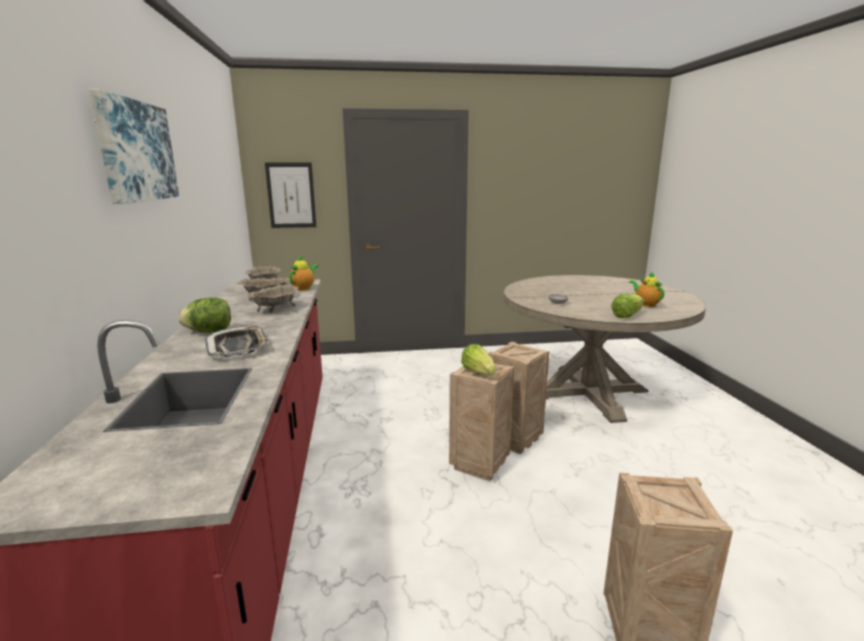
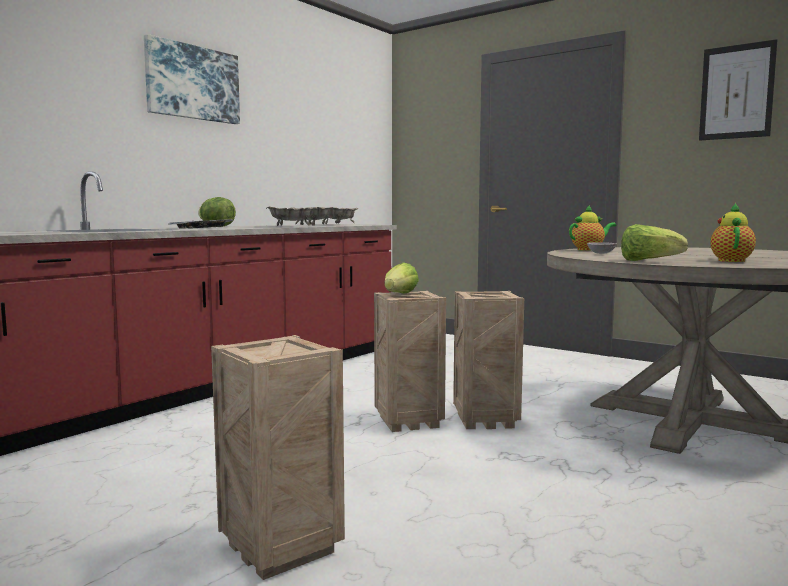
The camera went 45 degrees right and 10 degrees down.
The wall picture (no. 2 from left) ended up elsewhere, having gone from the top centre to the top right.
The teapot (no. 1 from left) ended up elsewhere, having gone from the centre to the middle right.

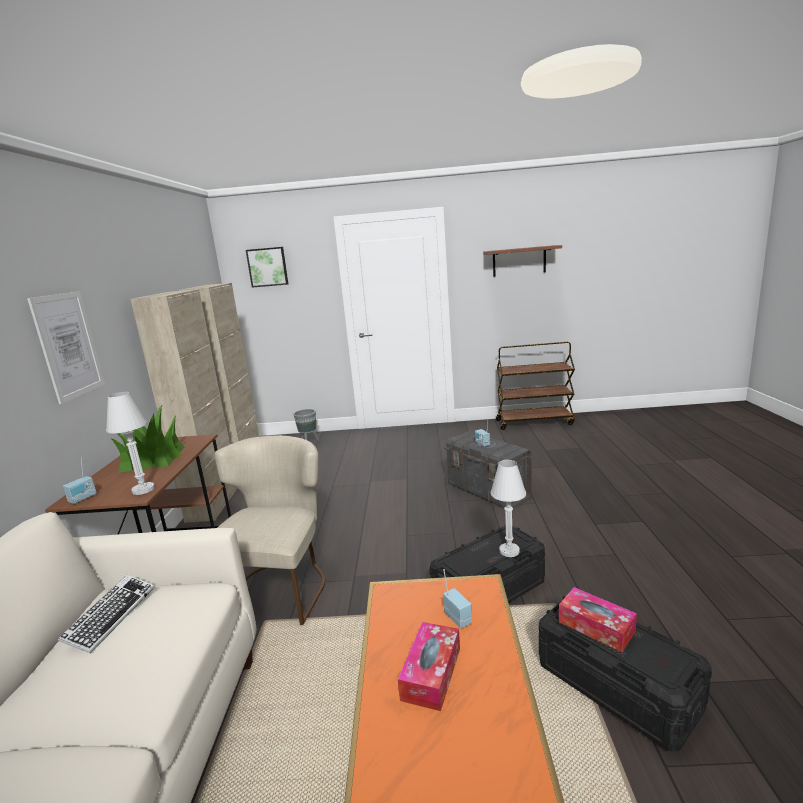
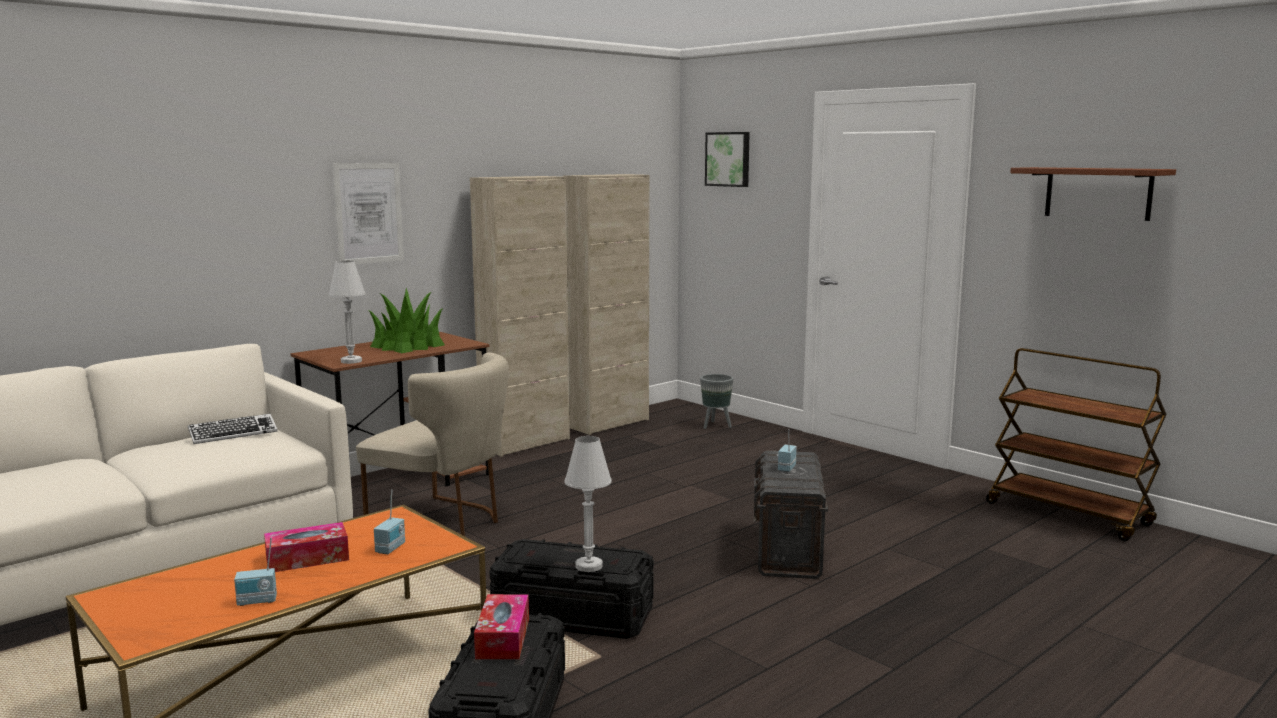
The camera went 45 degrees right and 5 degrees down.
The radio (no. 1 from left) ended up elsewhere, having gone from the middle left to the bottom left.
The beige plain chair at the centre ended up facing another way, 60 degrees clockwise from before.

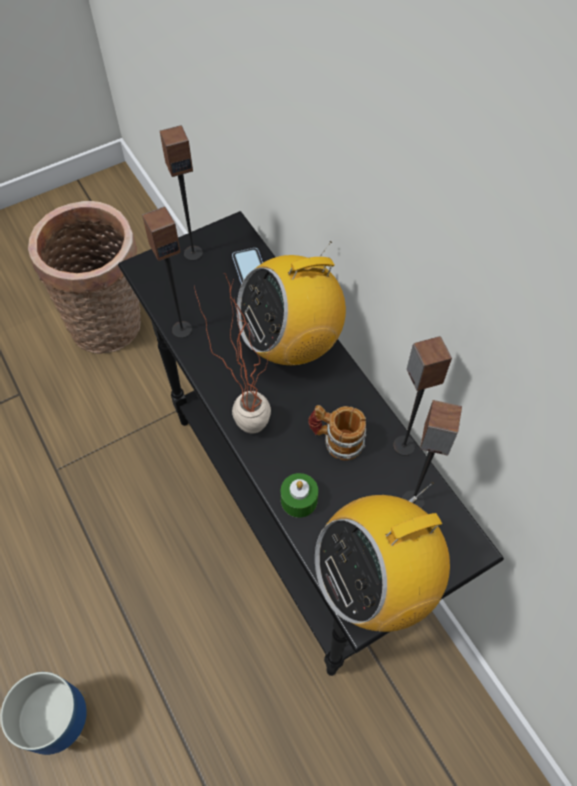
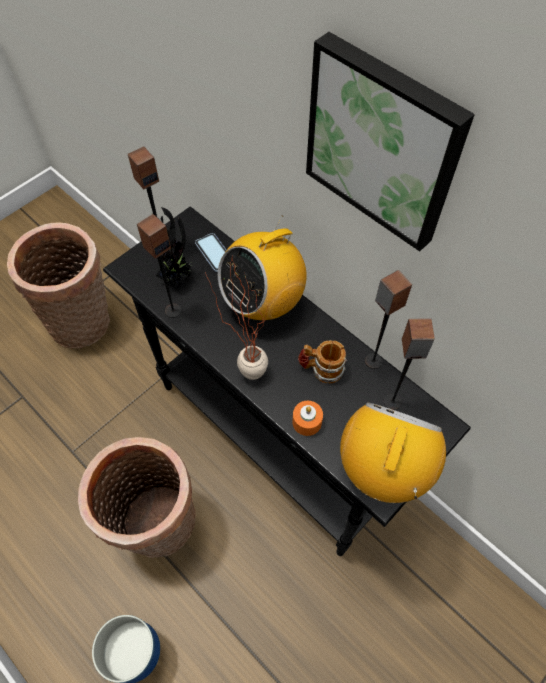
The camera went 15 degrees left and 0 degrees up.
What was the green wax light at the centre turned into the orange-coloured wax light at the centre.
The radio (no. 2 from left) at the bottom centre ended up facing another way, 150 degrees clockwise from before.
The second view gained the basket (no. 2 from left) at the bottom left.
The second view gained the houseplant (no. 1 from left) at the middle left.
The second view gained the wall picture at the top right.

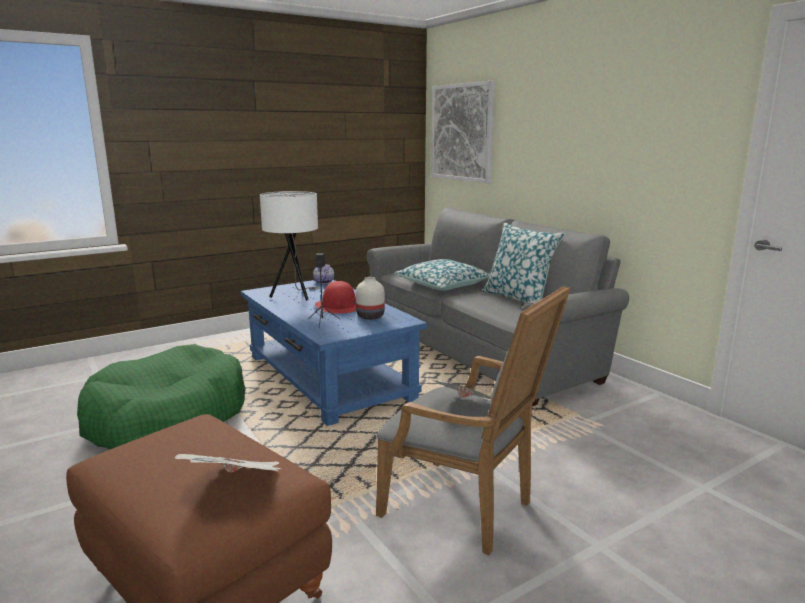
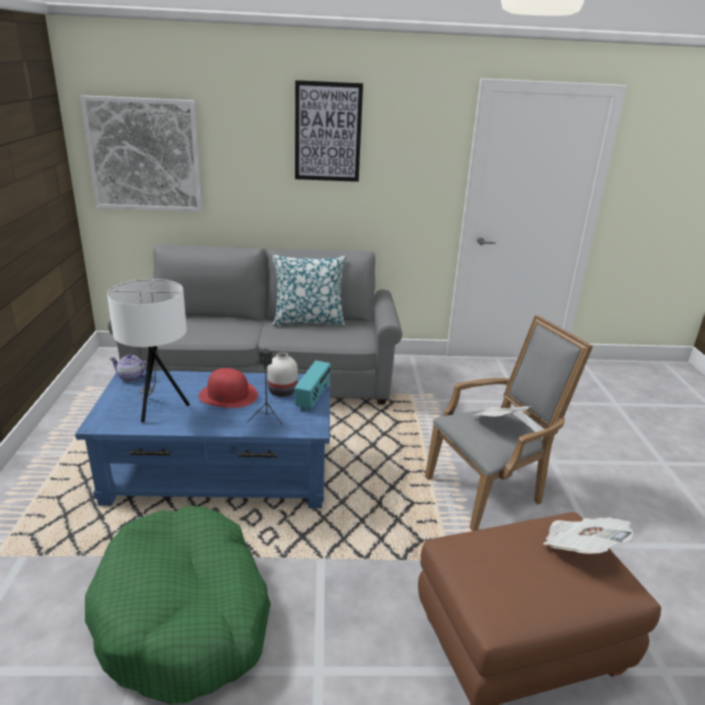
The camera went 60 degrees left and 10 degrees up.
The second view lost the throw pillow (no. 1 from left) at the centre.
The second view gained the radio at the centre.
The second view gained the wall picture (no. 2 from left) at the top centre.

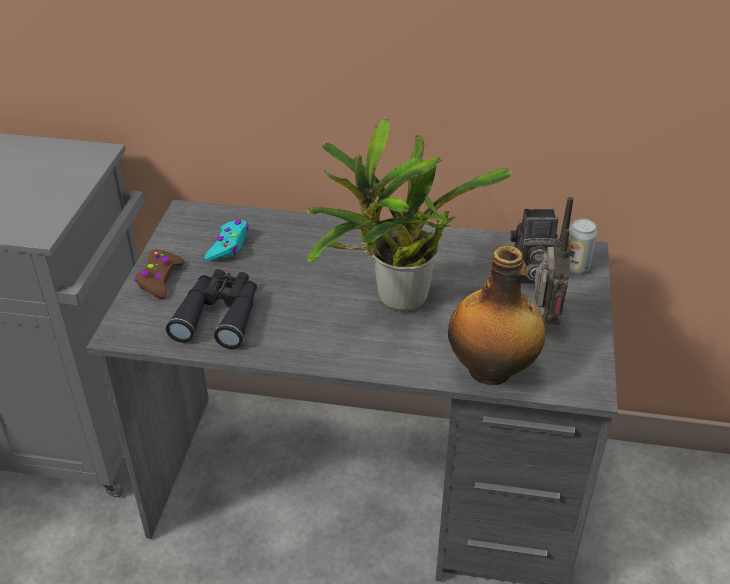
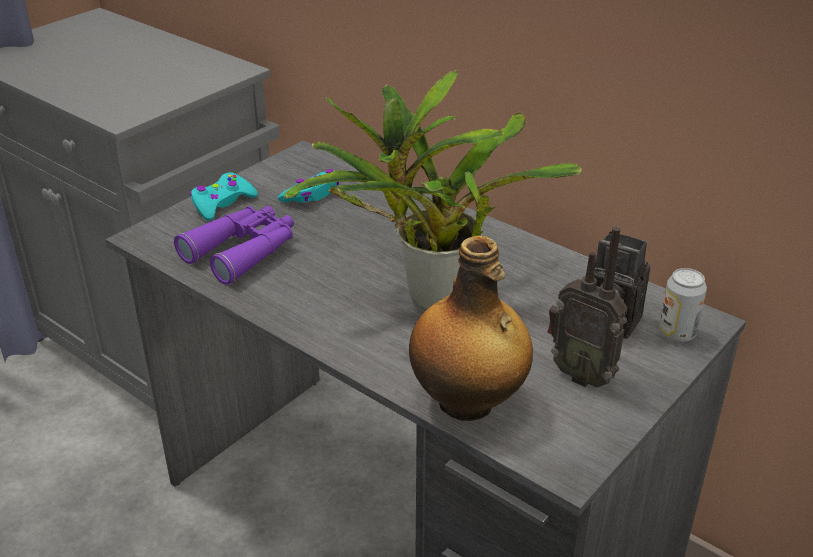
The camera went 30 degrees right and 5 degrees down.
What was the brown gamepad at the middle left turned into the turquoise-coloured gamepad (no. 1 from left) at the middle left.
What was the black field glasses at the middle left turned into the purple-coloured field glasses at the middle left.
The radio at the middle right ended up facing another way, 90 degrees clockwise from before.

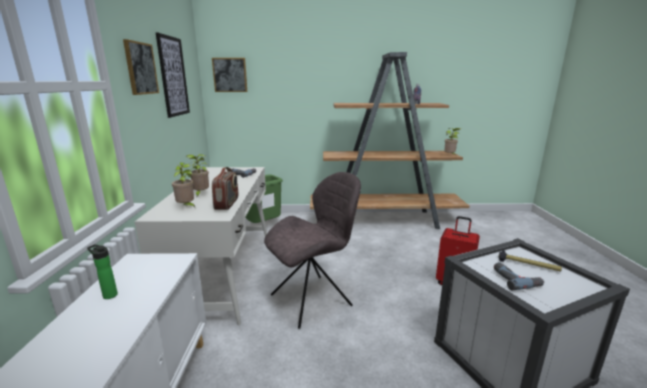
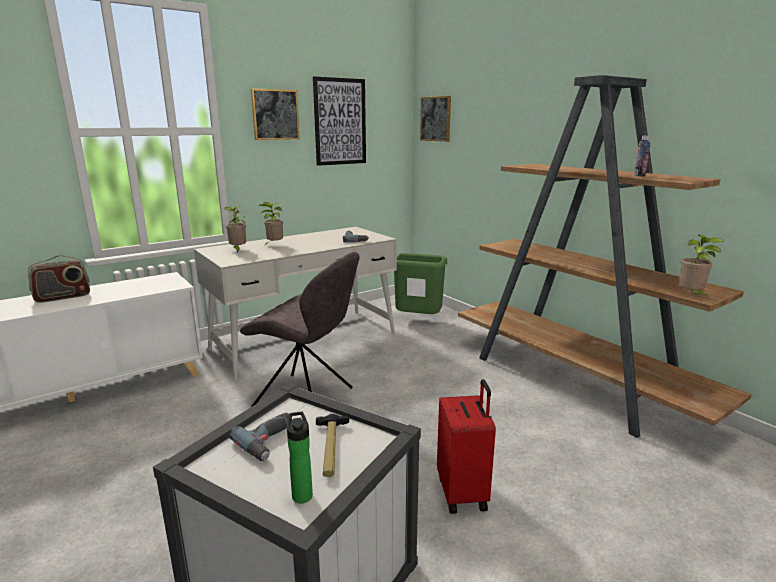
The camera went 55 degrees right and 0 degrees up.
The drink bottle (no. 1 from left) ended up elsewhere, having gone from the bottom left to the bottom centre.
The radio ended up elsewhere, having gone from the centre to the middle left.

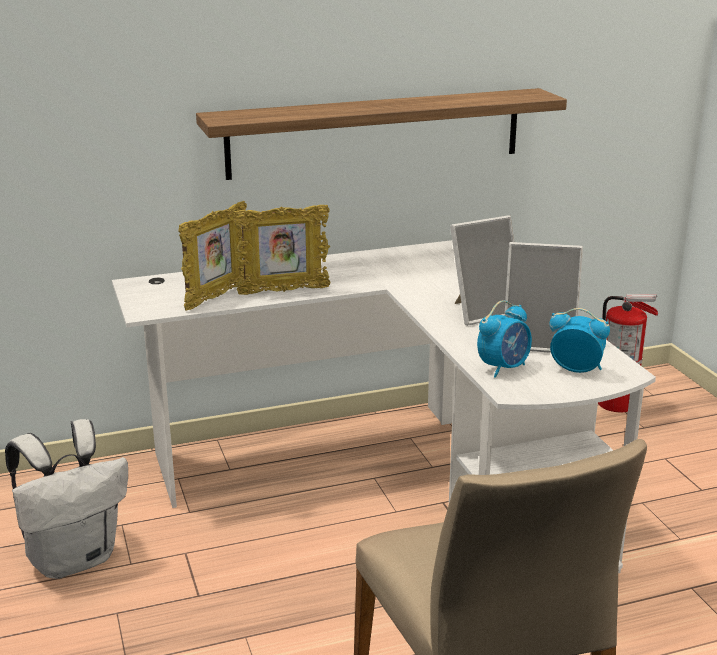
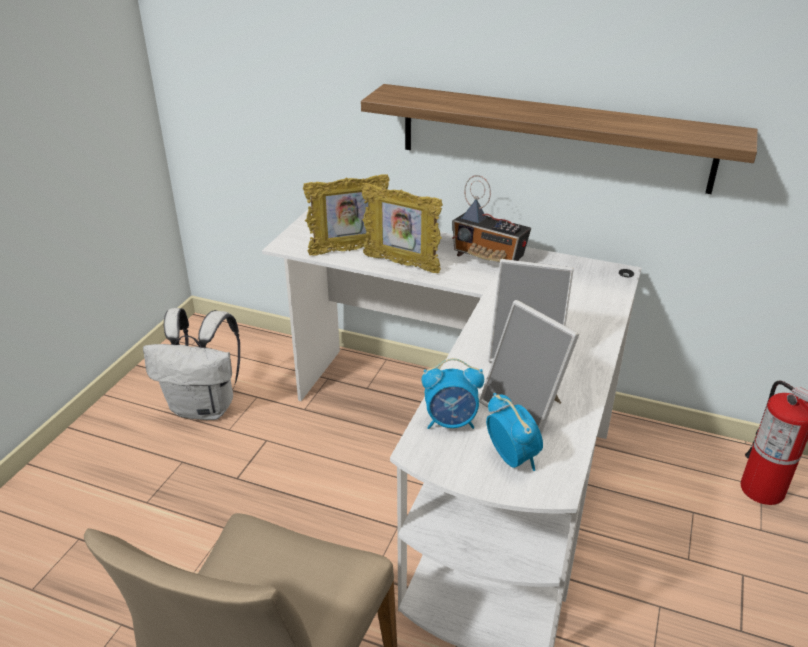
The camera went 40 degrees right and 10 degrees up.
The second view gained the radio at the centre.

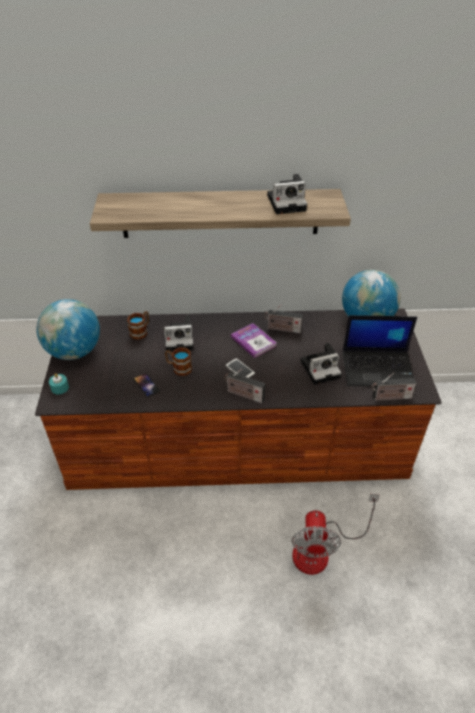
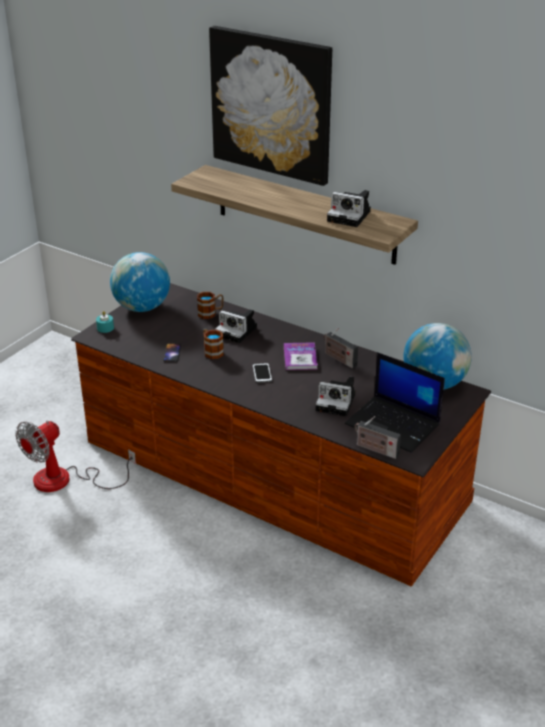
The camera went 35 degrees right and 10 degrees down.
The second view lost the radio (no. 1 from left) at the centre.
The electric fan ended up elsewhere, having gone from the bottom right to the middle left.
The second view gained the wall picture at the top centre.

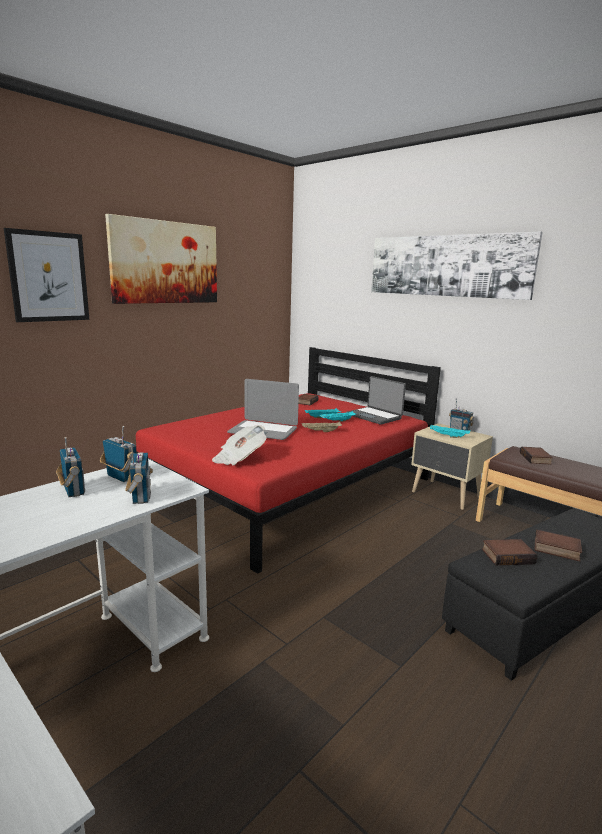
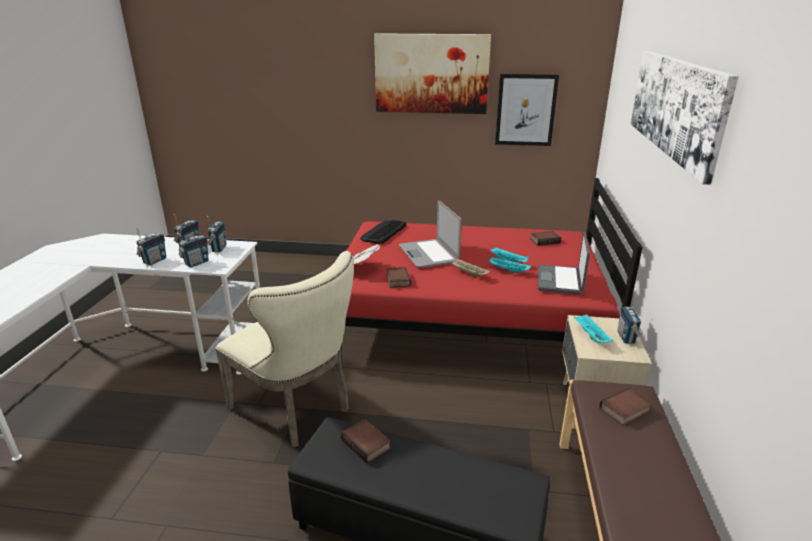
The camera went 55 degrees right and 10 degrees up.
The wall picture (no. 1 from left in the first image) ended up elsewhere, having gone from the top left to the top centre.
The volume (no. 4 from left in the first image) ended up elsewhere, having gone from the middle right to the centre.
The second view gained the radio (no. 1 from left) at the middle left.
The second view gained the beige plain chair at the centre.
The second view gained the keyboard at the centre.

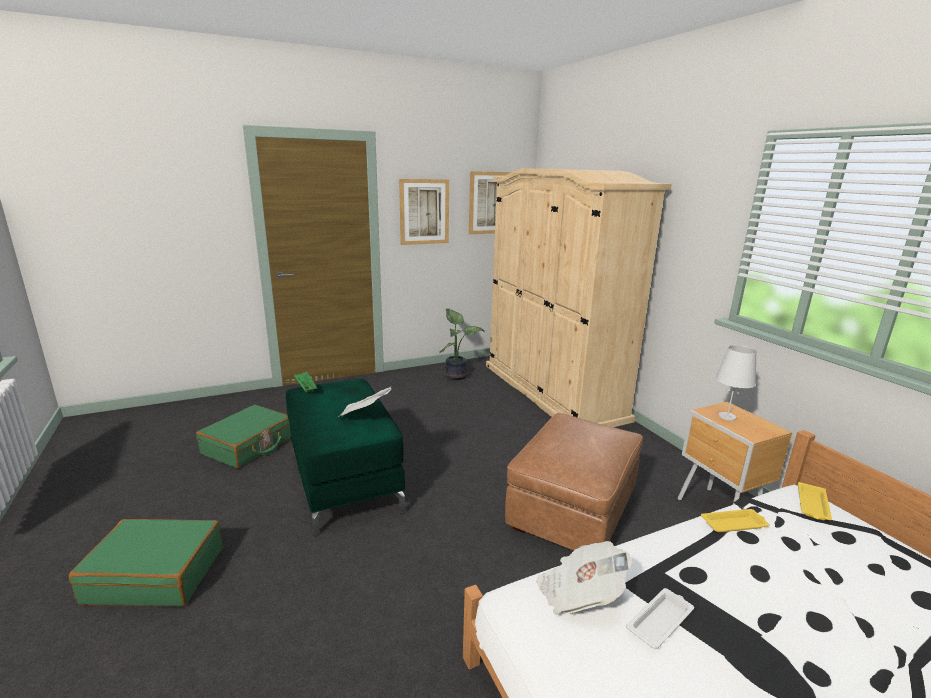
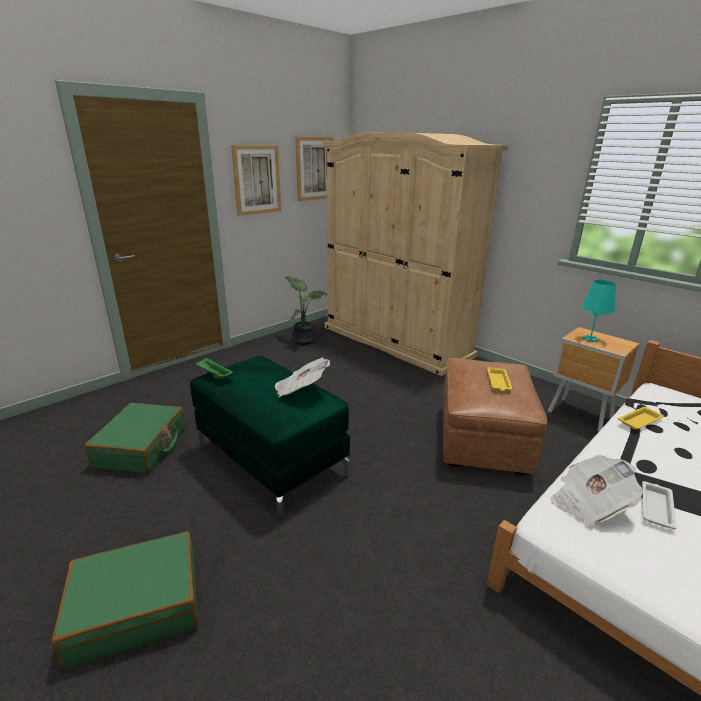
The camera went 20 degrees left and 5 degrees up.
What was the whitish lamp for a table at the middle right turned into the turquoise-coloured lamp for a table at the middle right.
The yellowish tray (no. 2 from left in the first image) ended up elsewhere, having gone from the bottom right to the middle right.

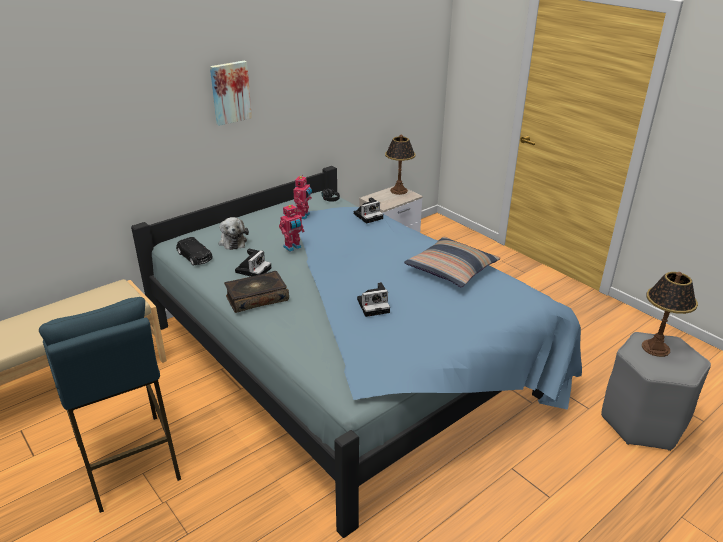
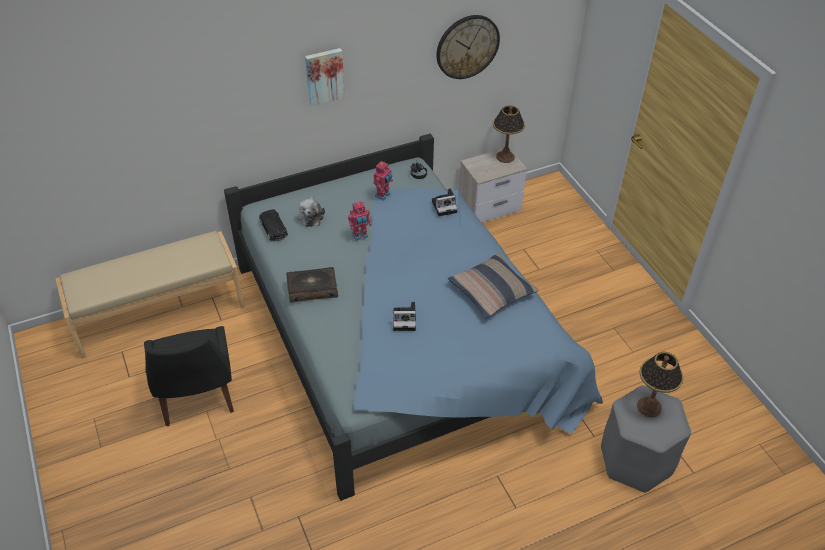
The camera went 15 degrees right and 15 degrees up.
Where the blue sitting stool stood at the bottom left, the black plain chair came to stand at the bottom left.
The second view lost the photo camera (no. 1 from left) at the centre.
The second view gained the clock on the wall at the top centre.

